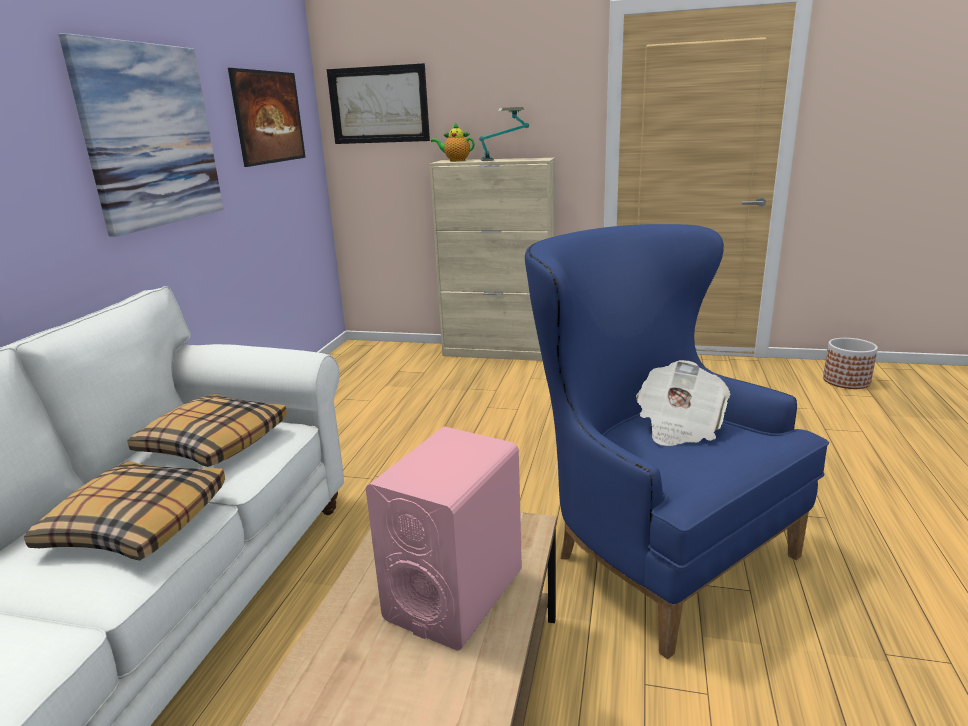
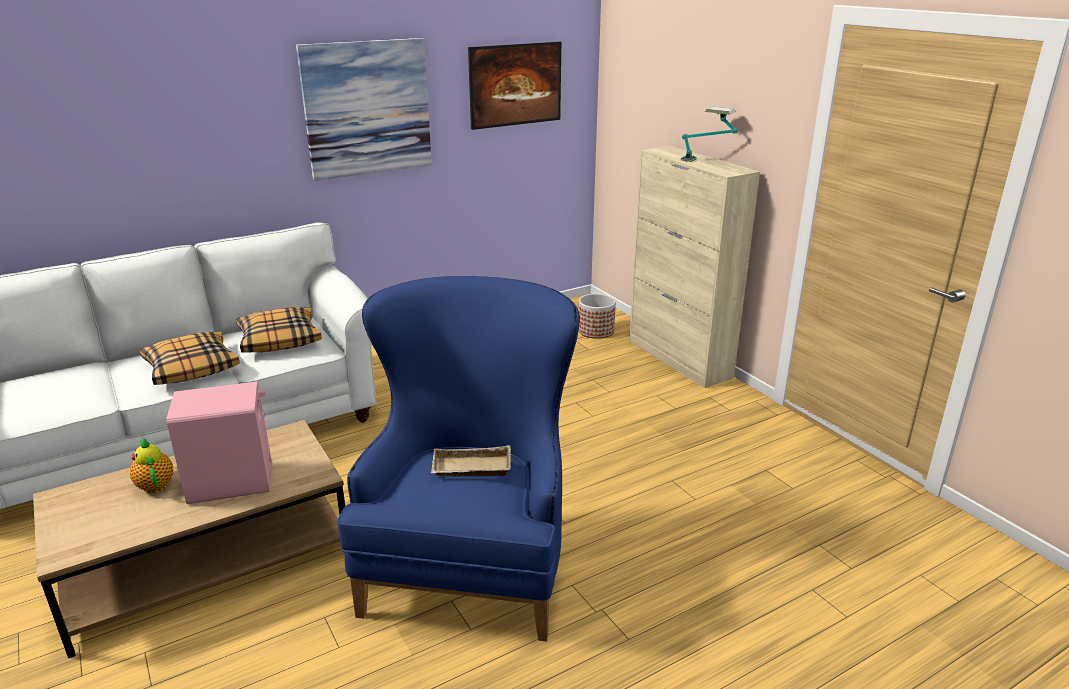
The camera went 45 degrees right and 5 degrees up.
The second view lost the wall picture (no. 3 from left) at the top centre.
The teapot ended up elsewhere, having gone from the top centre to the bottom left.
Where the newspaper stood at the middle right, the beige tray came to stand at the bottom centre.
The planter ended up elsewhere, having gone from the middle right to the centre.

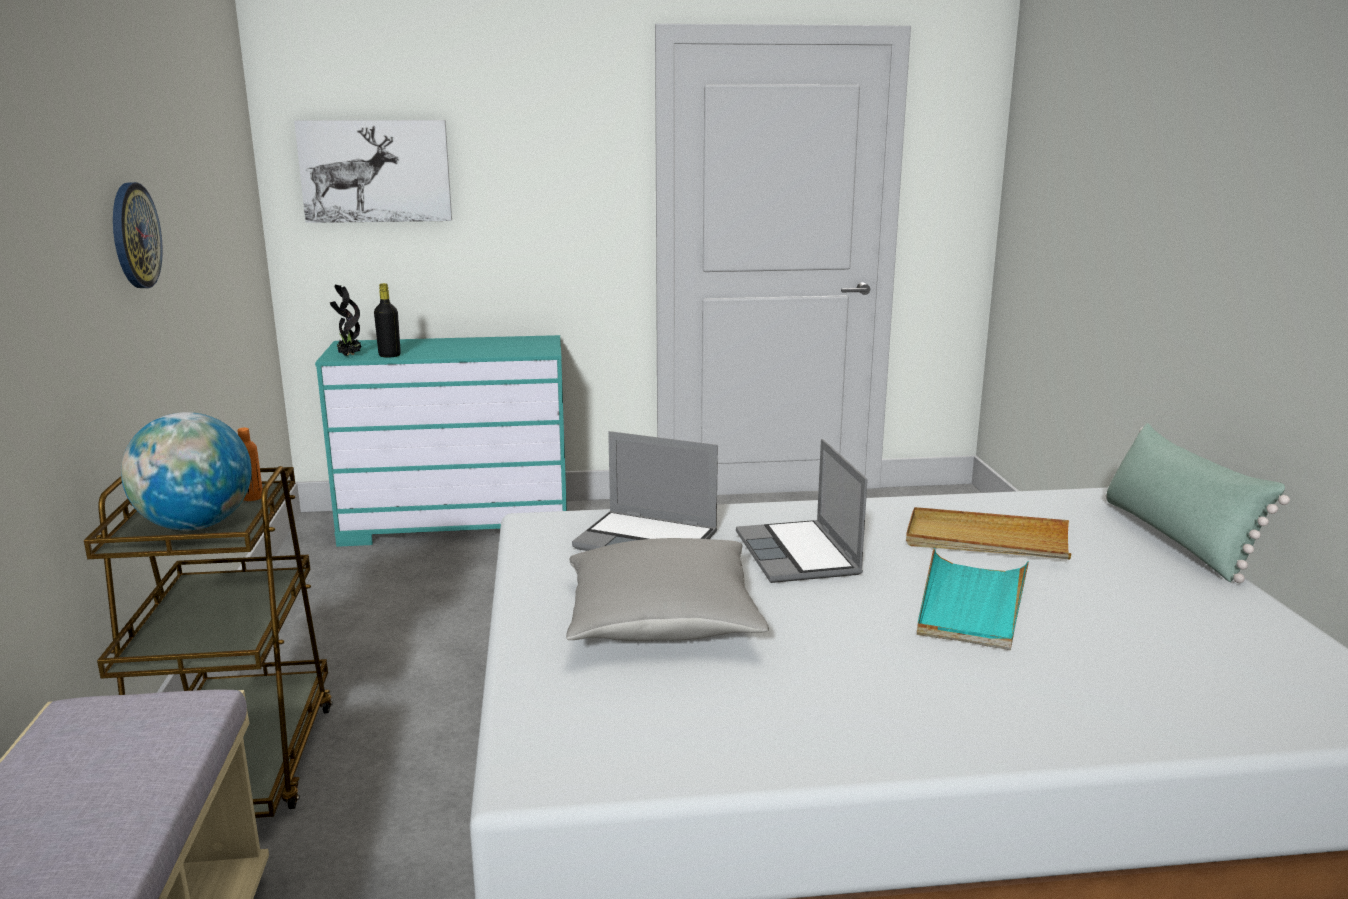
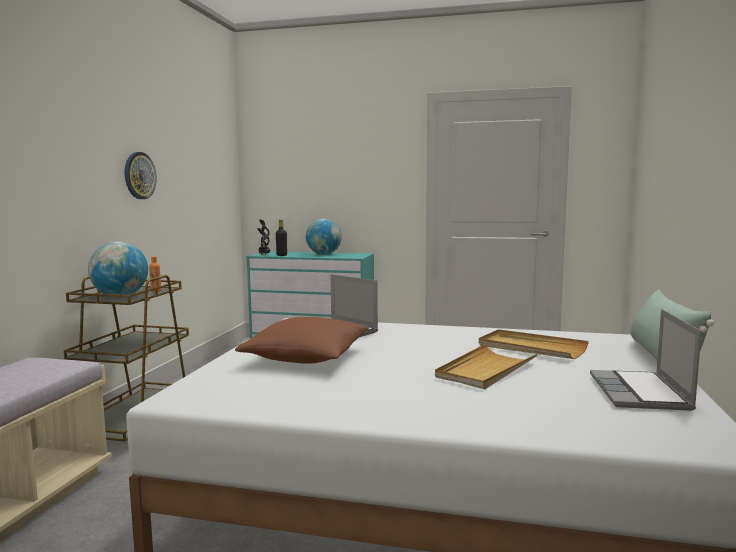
The camera went 20 degrees right and 10 degrees down.
The second view lost the wall picture at the top left.
What was the grey throw pillow at the centre turned into the brown throw pillow at the centre.
The laptop (no. 2 from left) ended up elsewhere, having gone from the centre to the middle right.
What was the turquoise-coloured tray at the middle right turned into the beige tray (no. 1 from left) at the centre.
The second view gained the world globe (no. 2 from left) at the centre.

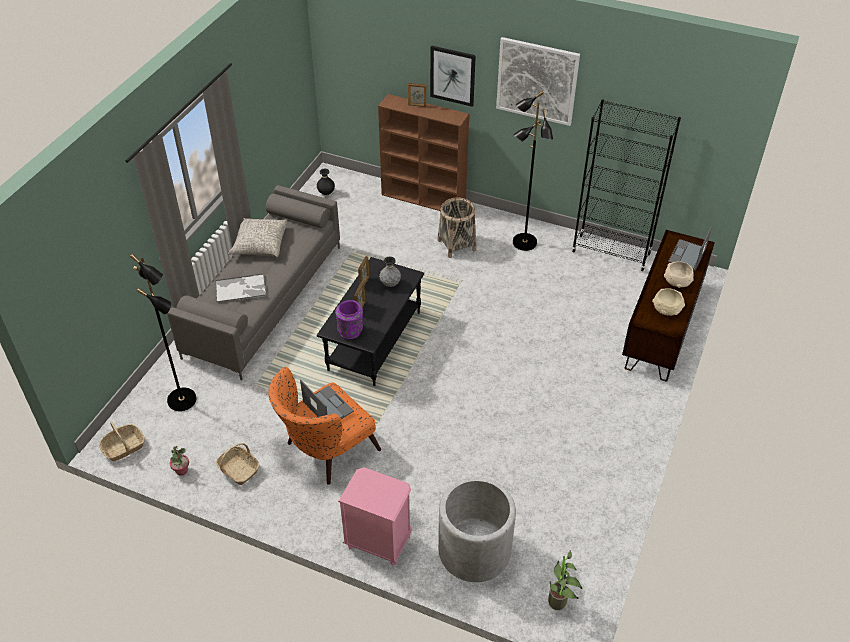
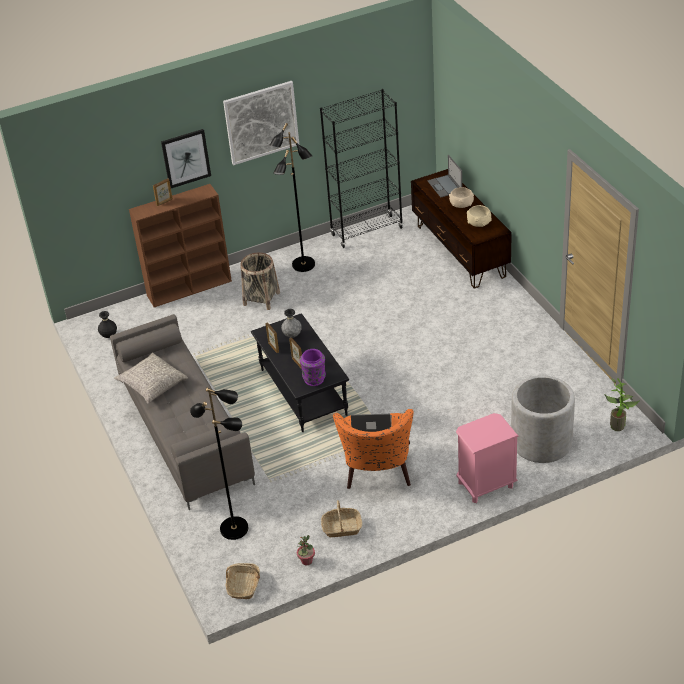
The camera went 45 degrees left and 5 degrees down.
The second view lost the tray at the middle left.

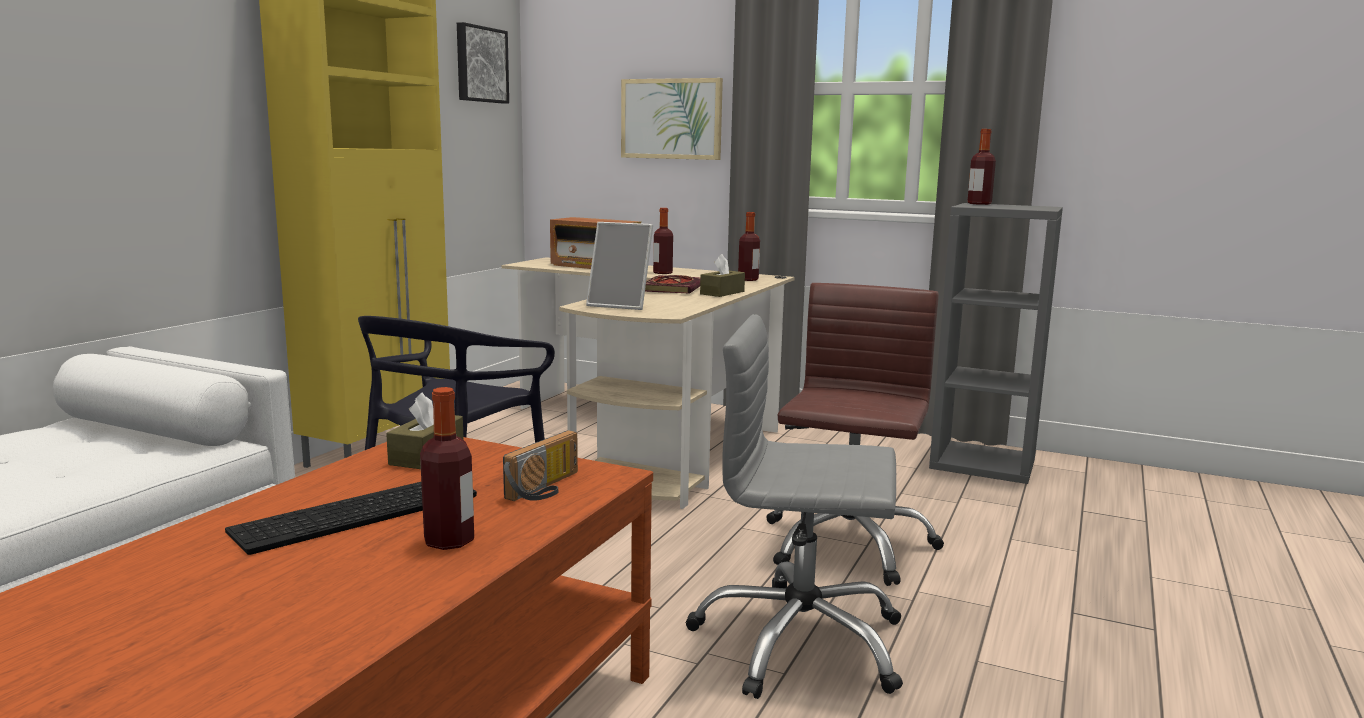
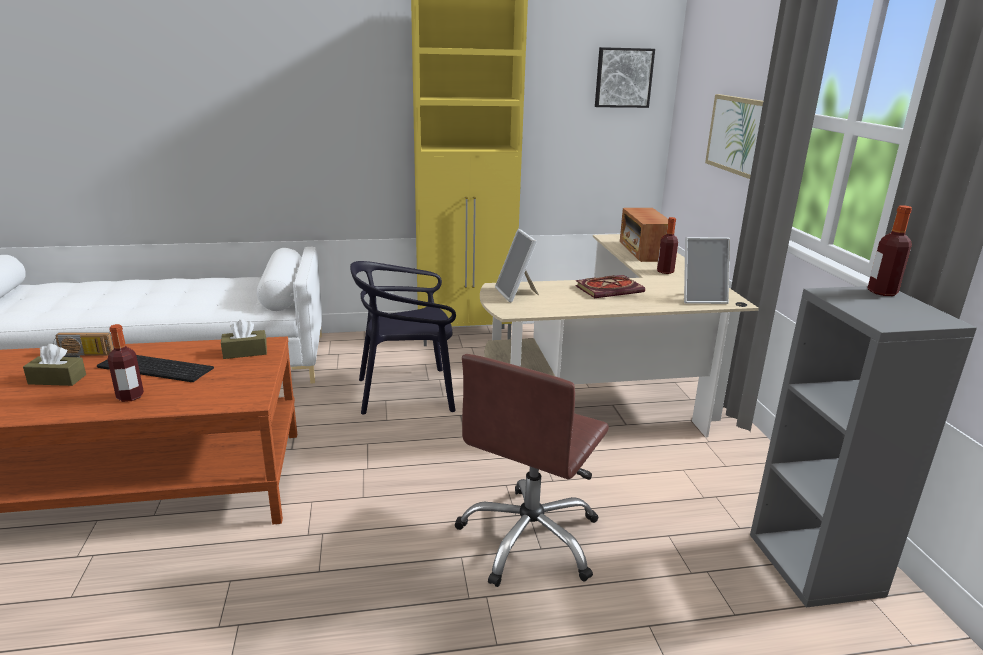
The camera went 55 degrees right and 10 degrees up.
The radio (no. 1 from left) ended up elsewhere, having gone from the centre to the middle left.
The second view lost the grey computer chair at the bottom centre.
The brown tissue holder (no. 2 from left in the first image) ended up elsewhere, having gone from the centre to the middle left.
Where the drink bottle (no. 3 from left) stood at the centre, the photo frame (no. 2 from left) came to stand at the middle right.
The brown computer chair at the centre ended up facing another way, 135 degrees clockwise from before.

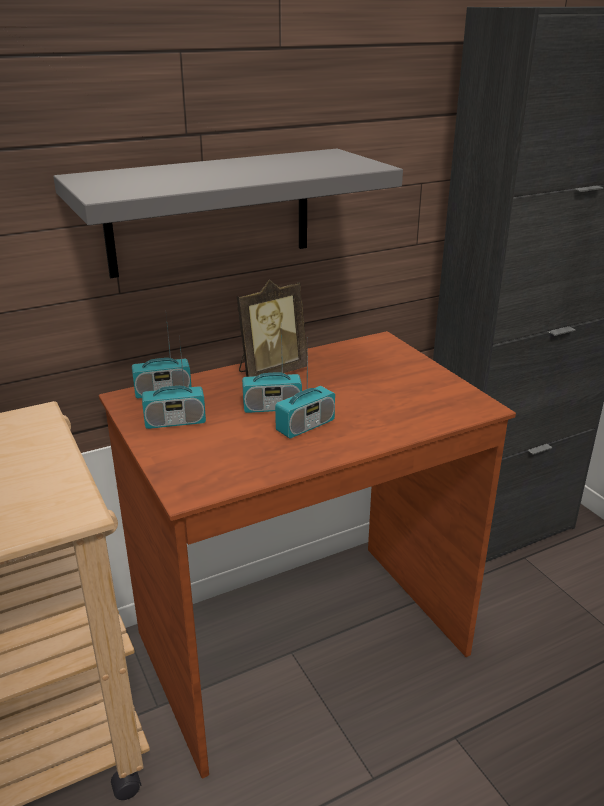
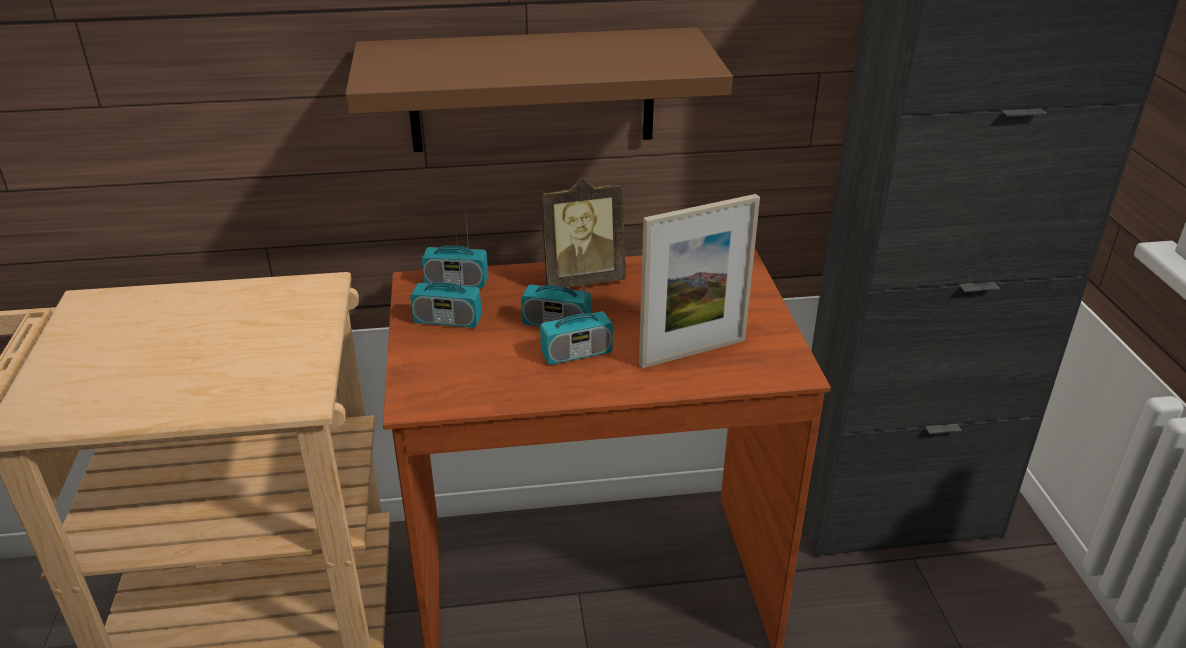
The camera went 20 degrees right and 5 degrees up.
What was the grey wall shelf at the top centre turned into the brown wall shelf at the top centre.
The second view gained the photo frame (no. 2 from left) at the centre.

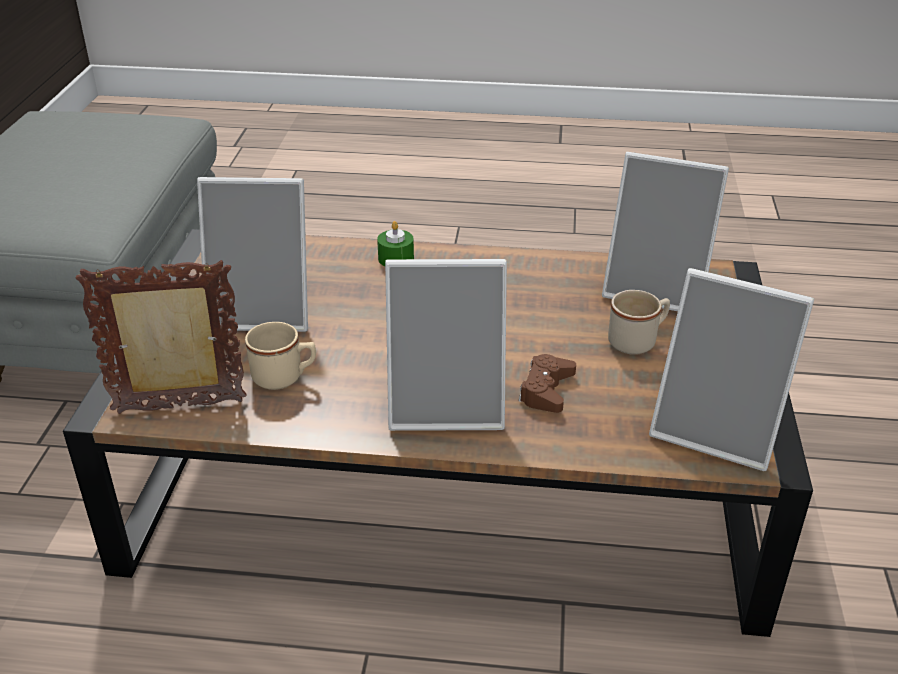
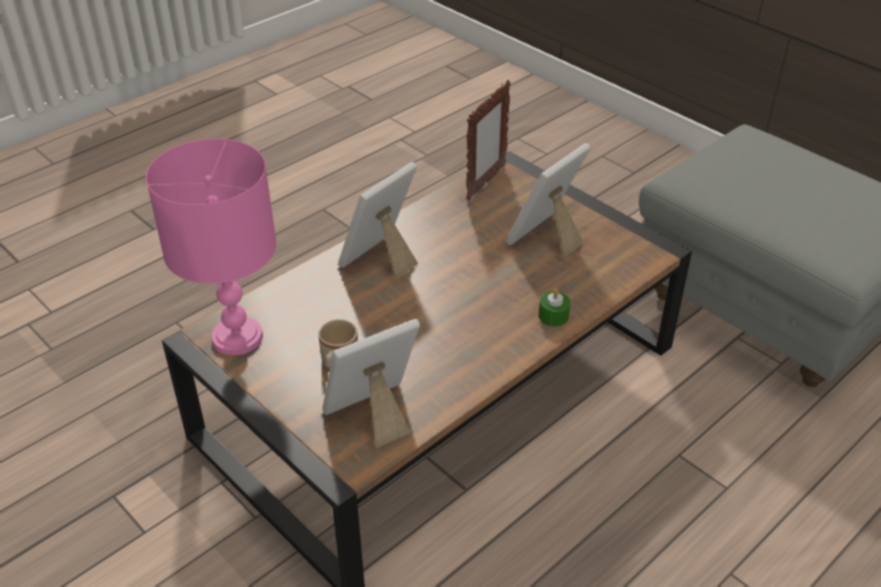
The camera went 130 degrees right and 5 degrees up.
The second view lost the beige tea mug (no. 1 from left) at the middle left.
The second view lost the brown gamepad at the centre.
Where the photo frame (no. 5 from left) stood at the middle right, the pinkish lamp for a table came to stand at the middle left.

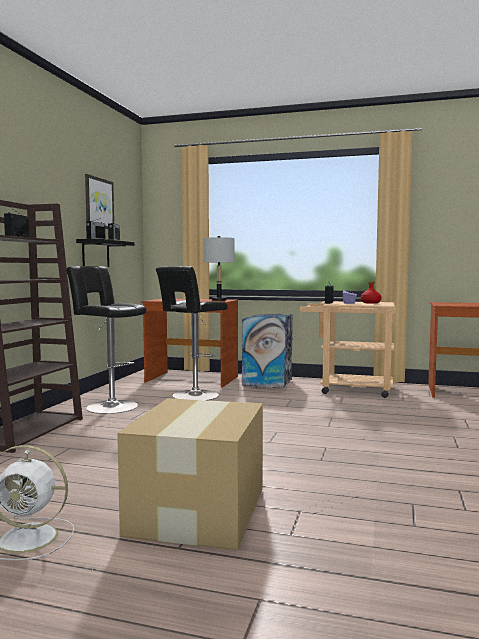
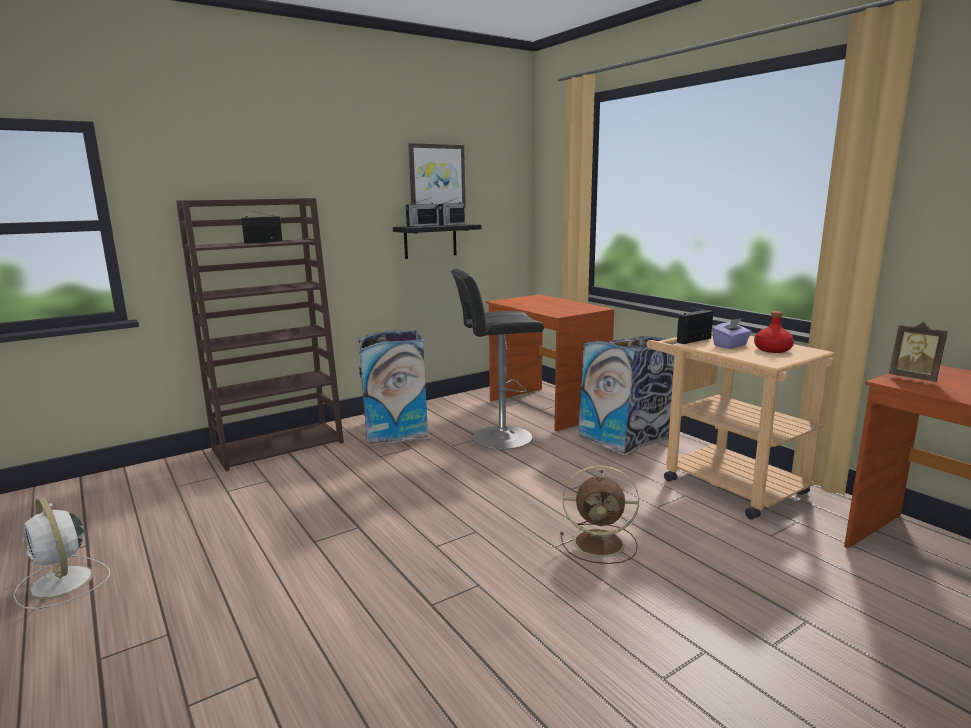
The camera went 40 degrees right and 10 degrees up.
Where the black sitting stool (no. 1 from left) stood at the middle left, the waste bin (no. 1 from left) came to stand at the centre.
The second view lost the cardboard box at the bottom centre.
The second view lost the grey lamp for a table at the centre.
The second view gained the brown electric fan at the bottom centre.
The second view gained the photo frame at the middle right.

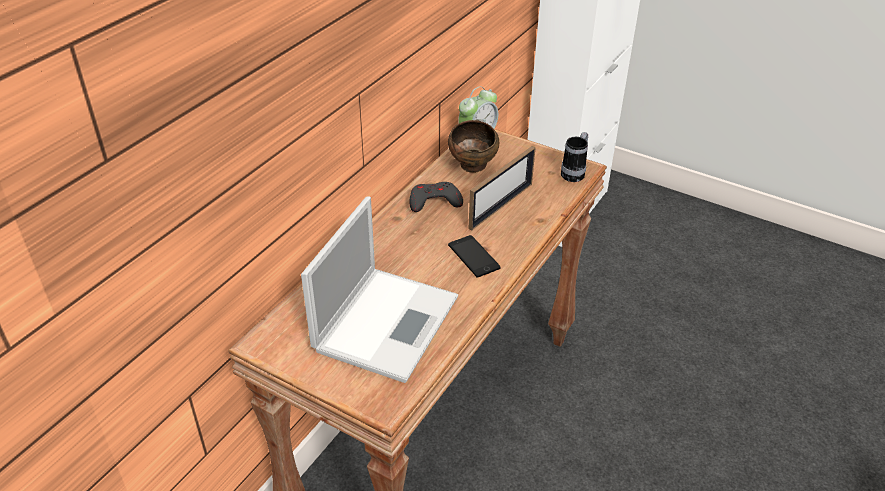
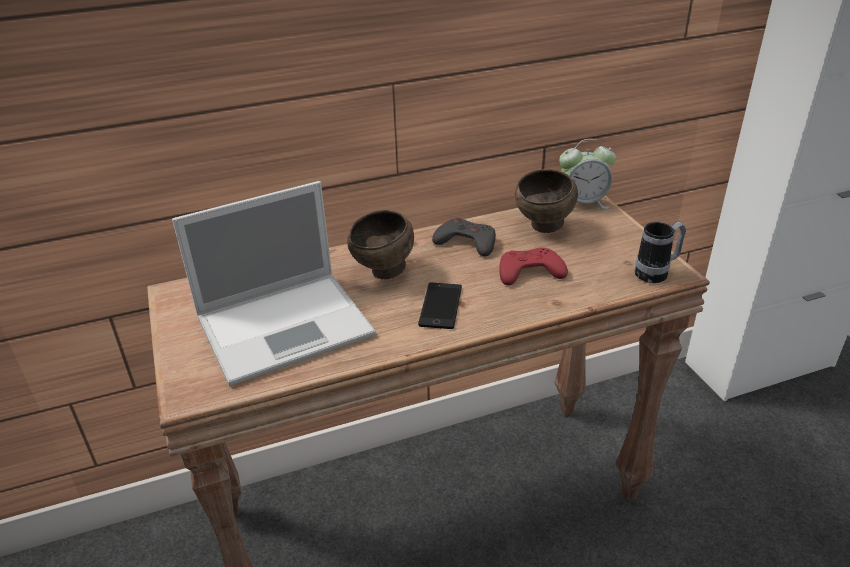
The camera went 40 degrees right and 5 degrees down.
Where the photo frame stood at the centre, the reddish gamepad came to stand at the centre.
The second view gained the brown serving bowl (no. 1 from left) at the centre.

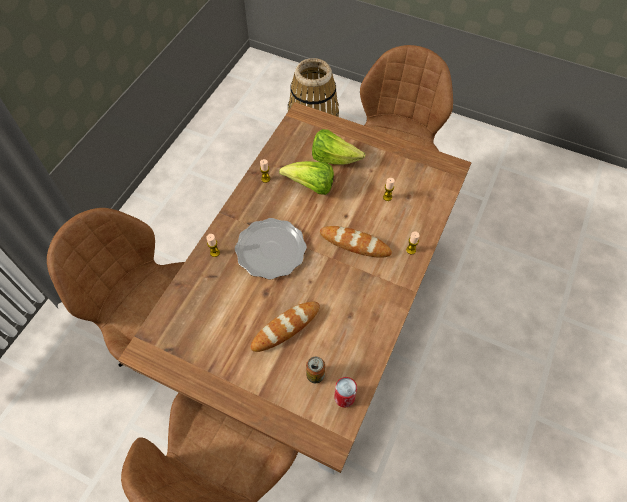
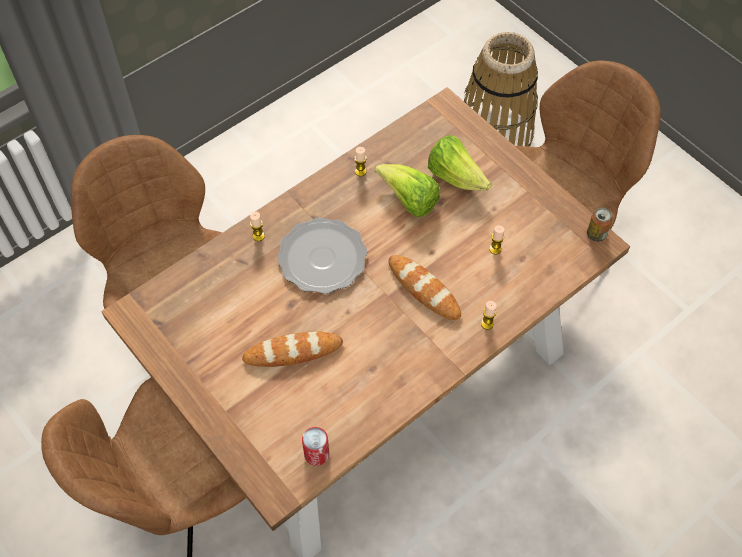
The camera went 25 degrees right and 0 degrees up.
The sealed can (no. 1 from left in the first image) ended up elsewhere, having gone from the bottom centre to the middle right.

